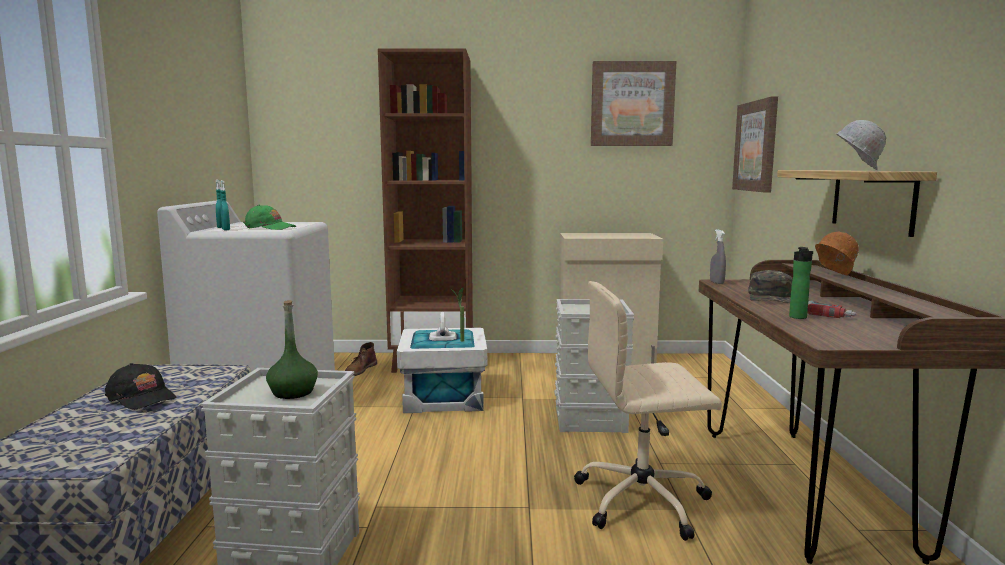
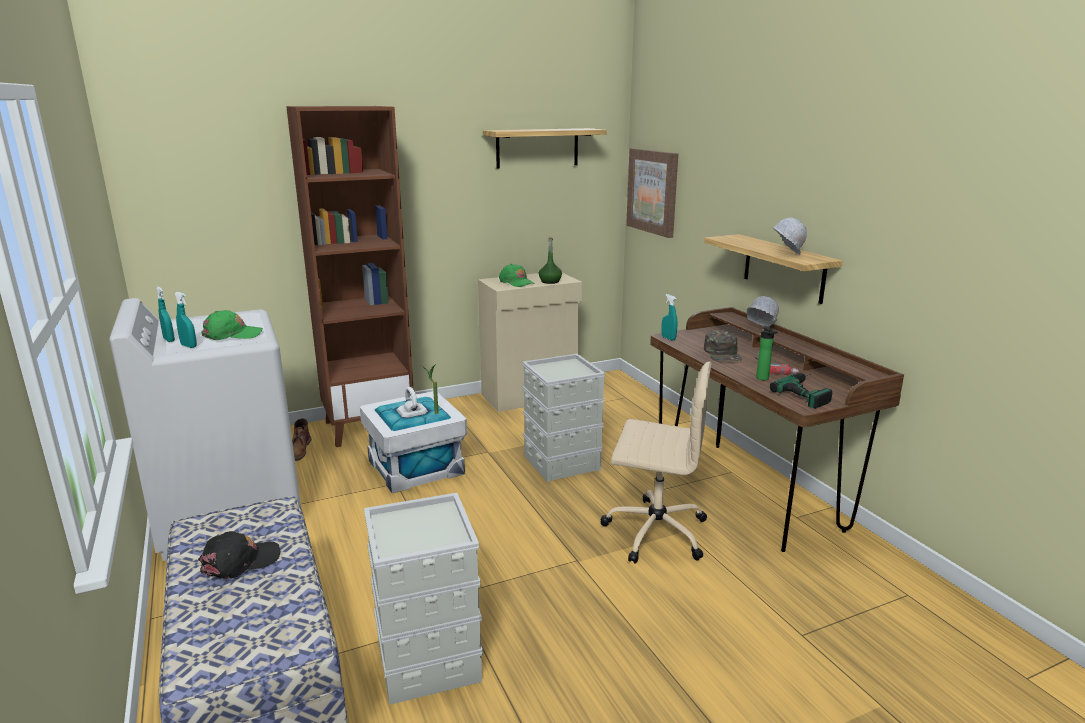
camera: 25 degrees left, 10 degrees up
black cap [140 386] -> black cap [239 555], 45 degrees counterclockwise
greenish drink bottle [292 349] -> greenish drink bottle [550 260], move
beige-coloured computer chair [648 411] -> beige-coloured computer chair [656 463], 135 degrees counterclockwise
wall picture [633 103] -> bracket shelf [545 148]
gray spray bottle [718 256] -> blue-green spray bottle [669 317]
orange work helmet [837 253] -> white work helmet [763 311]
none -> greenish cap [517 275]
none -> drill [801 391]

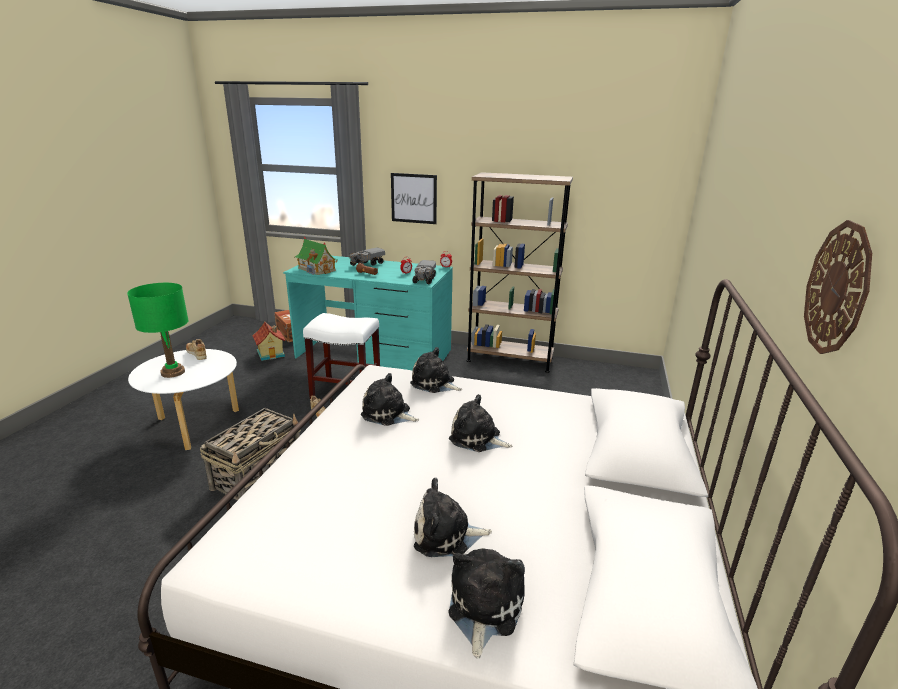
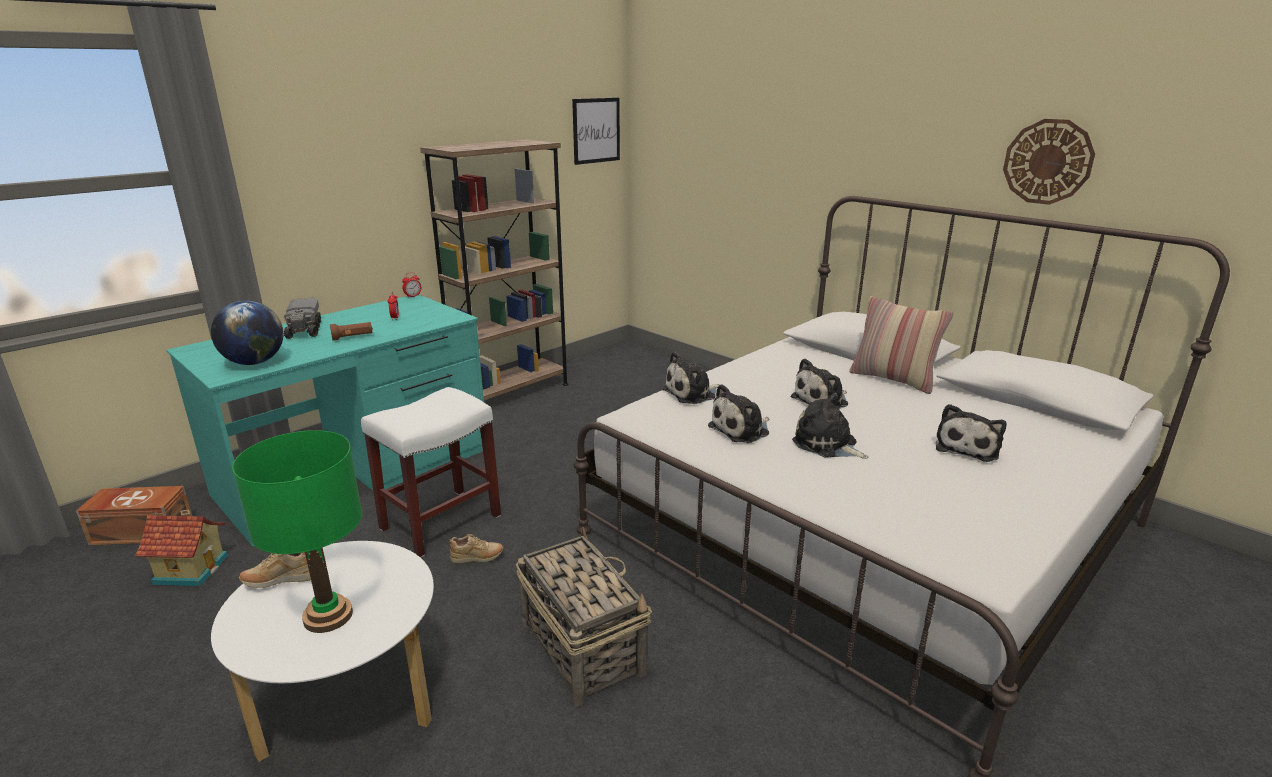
camera: 60 degrees left, 0 degrees up
miniature house [316 255] -> world globe [247 333]
wall picture [414 198] -> wall picture [596 131], move
toy truck [424 272] -> none
plush toy [487 603] -> plush toy [830 425], move
none -> throw pillow [901 345]

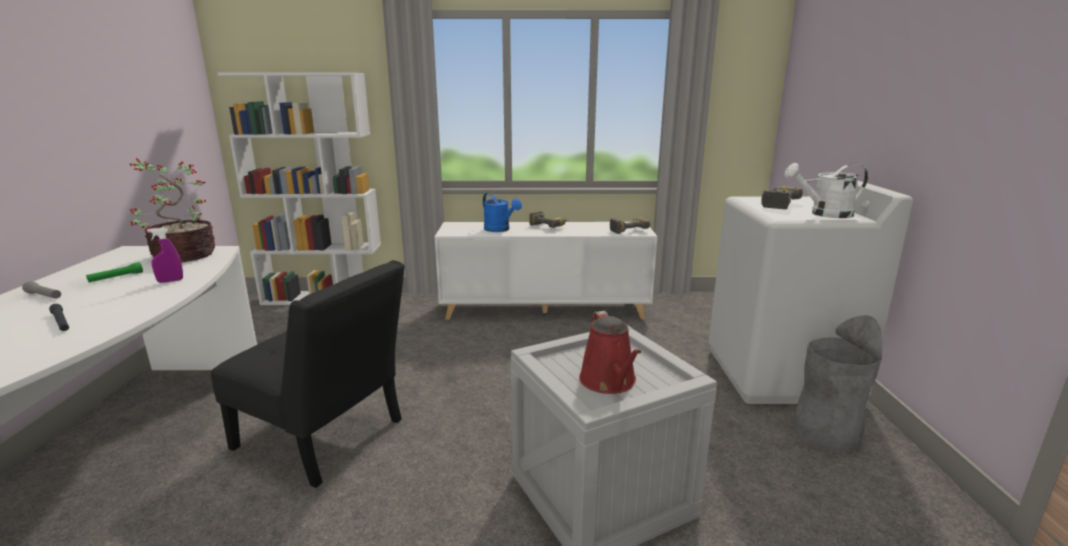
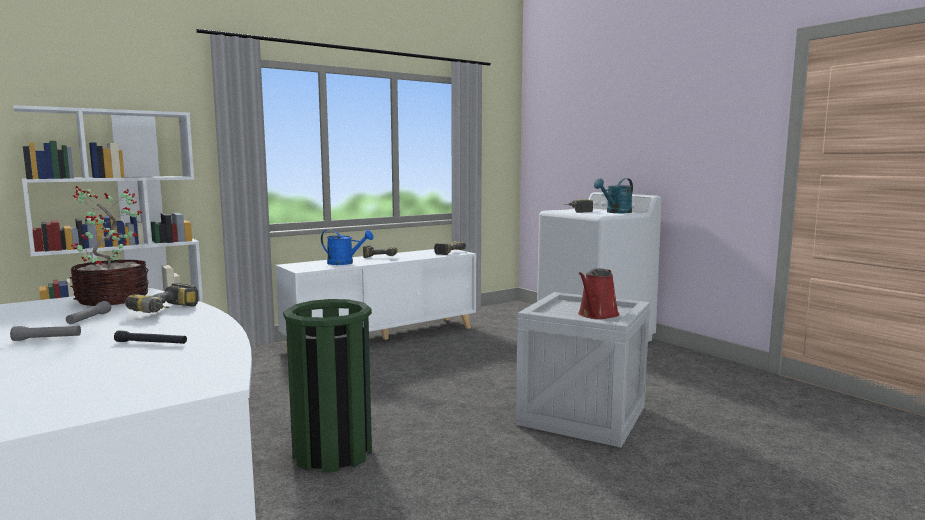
camera: 35 degrees left, 10 degrees down
greenish flashlight [114 272] -> gray flashlight [88 312]
purplish spray bottle [165 255] -> drill [161 298]
black chair [308 374] -> greenish trash can [327 386]
red-coloured watering pot [610 352] -> red-coloured watering pot [598 293], 75 degrees clockwise
white watering pot [826 190] -> blue-green watering pot [613 195]
gray trash can [837 384] -> none

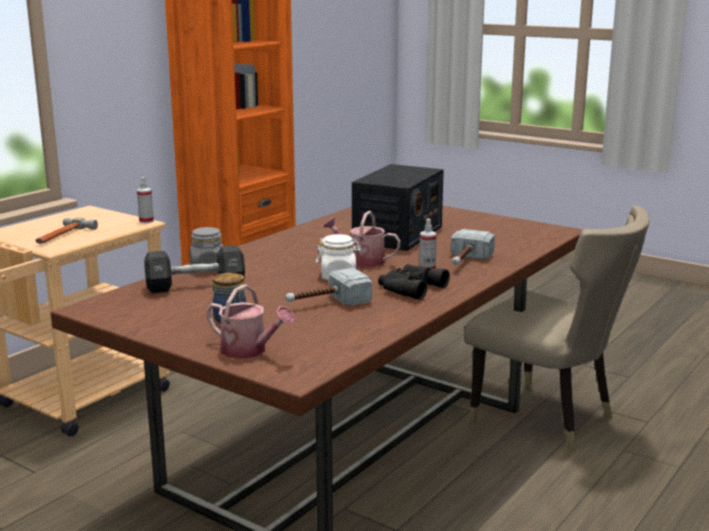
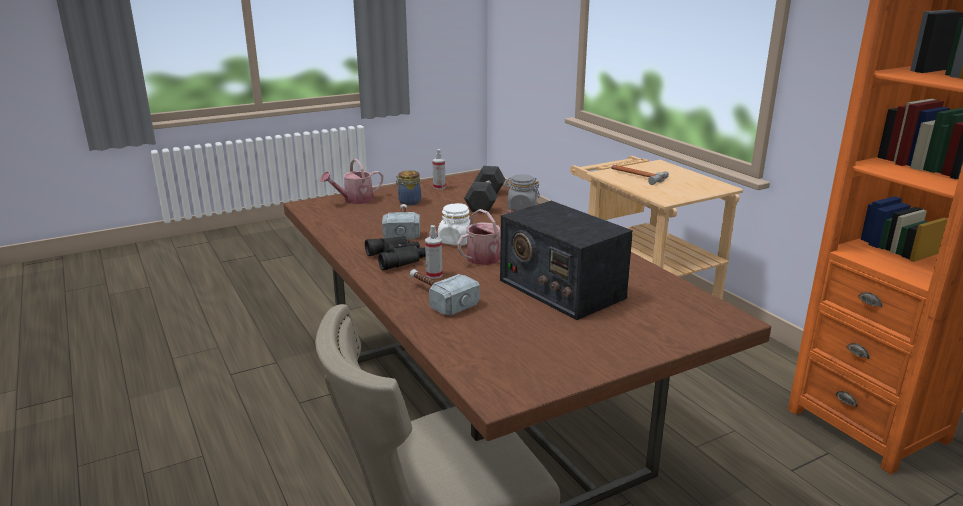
camera: 115 degrees right, 5 degrees up
spray bottle [145 200] -> spray bottle [439 169], move

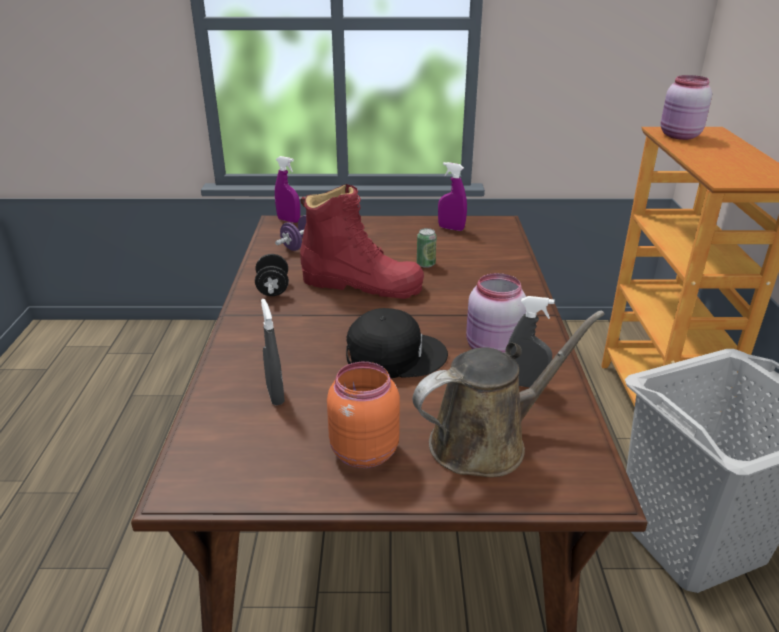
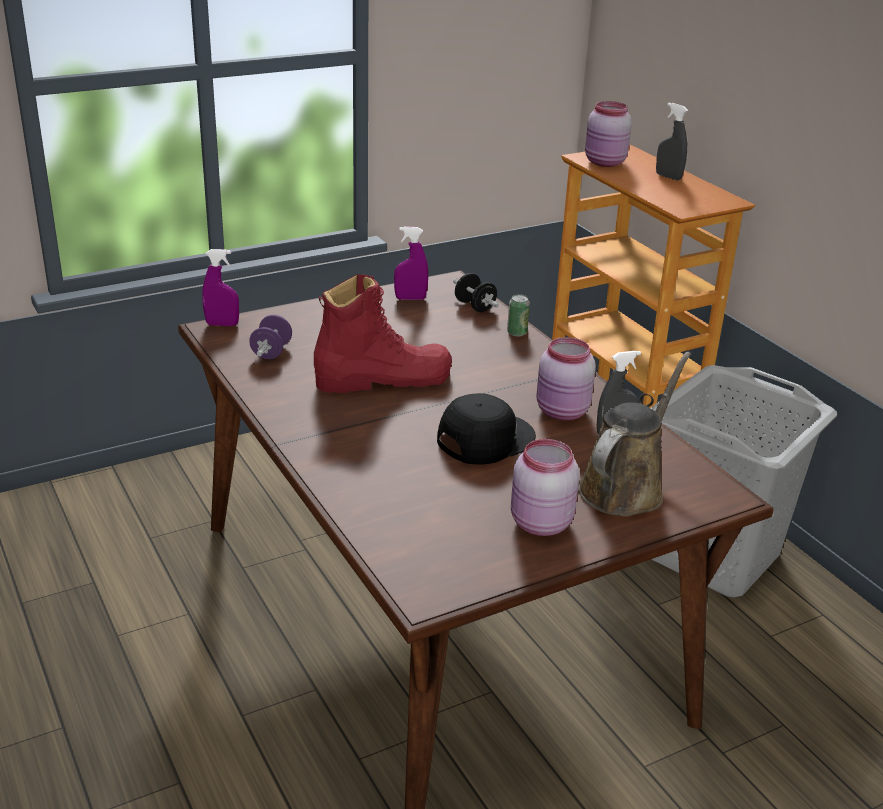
camera: 30 degrees left, 0 degrees up
black hand weight [272 275] -> black hand weight [476 292], move
gray spray bottle [273 352] -> gray spray bottle [672 141], move
orange storage jar [363 415] -> pinkish storage jar [545 487]
sealed can [427 248] -> sealed can [518 315], move

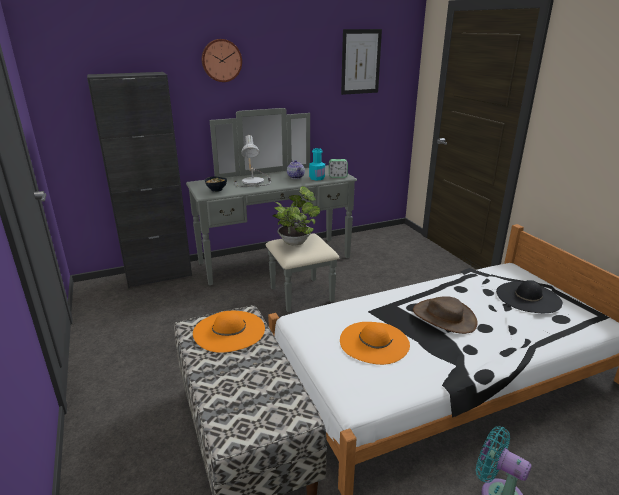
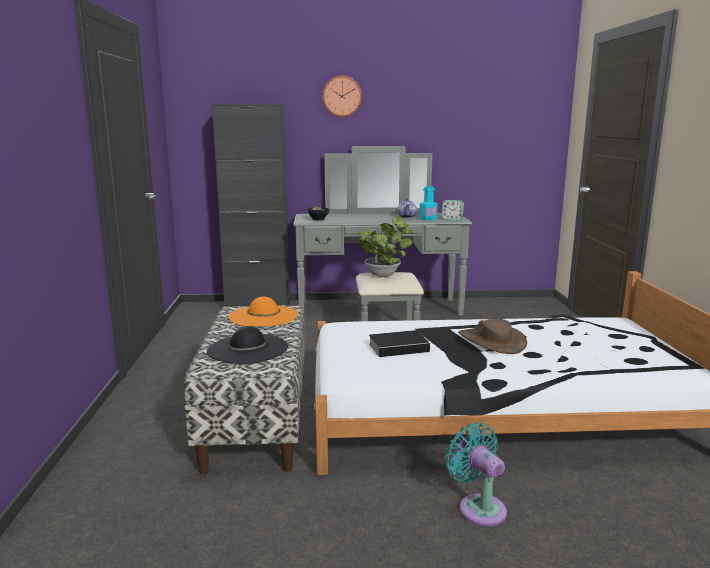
camera: 20 degrees right, 10 degrees down
tabletop lamp [252 161] -> none
orange wearable hat [375 343] -> volume [403 343]
wall picture [361 62] -> none
black wearable hat [529 296] -> black wearable hat [247 345], move

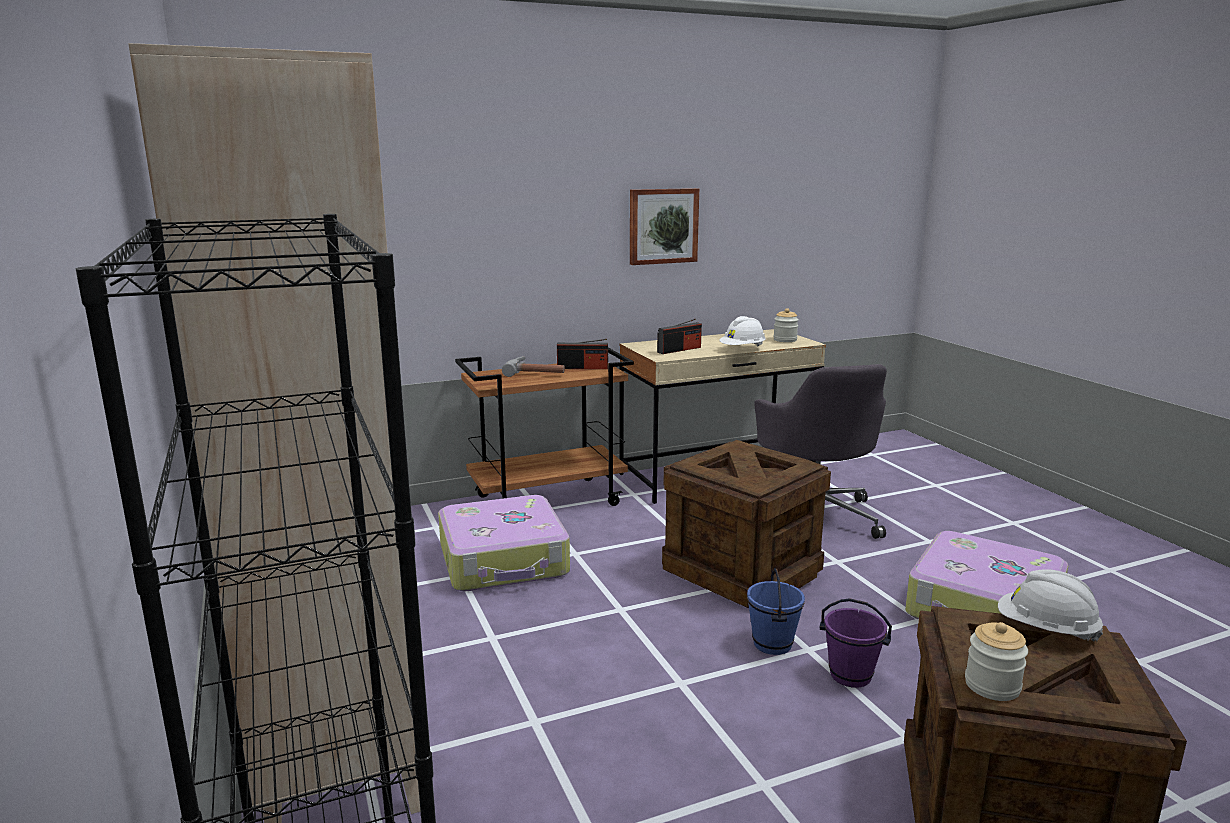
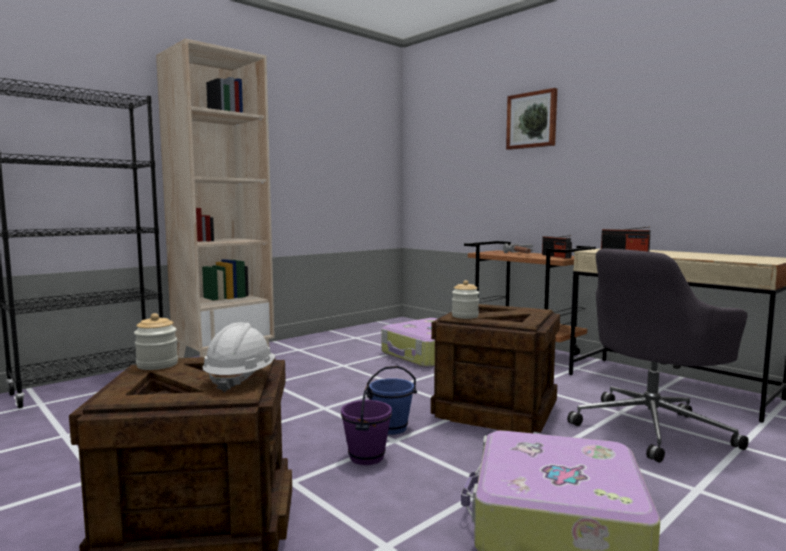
camera: 70 degrees right, 10 degrees down
wall picture [664 226] -> wall picture [531 119], move
white work helmet [742 331] -> none
storage jar [786 325] -> storage jar [465 299], move

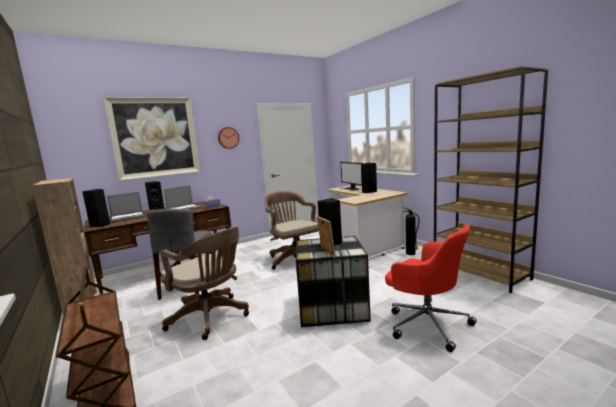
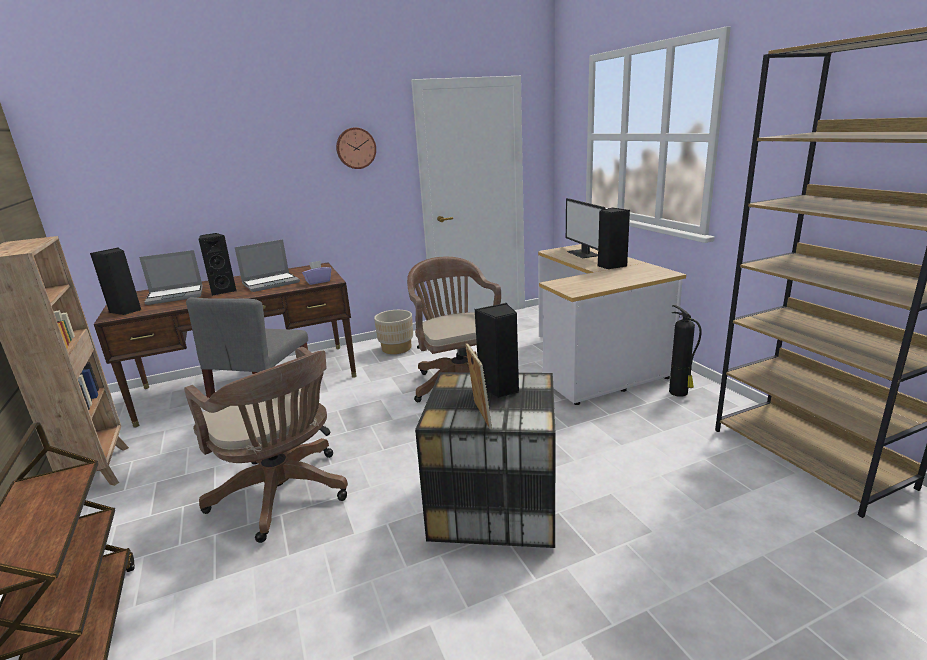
camera: 10 degrees right, 10 degrees up
wall picture [151 139] -> none
red-coloured computer chair [431 288] -> none
none -> beige-coloured plant pot [393 332]

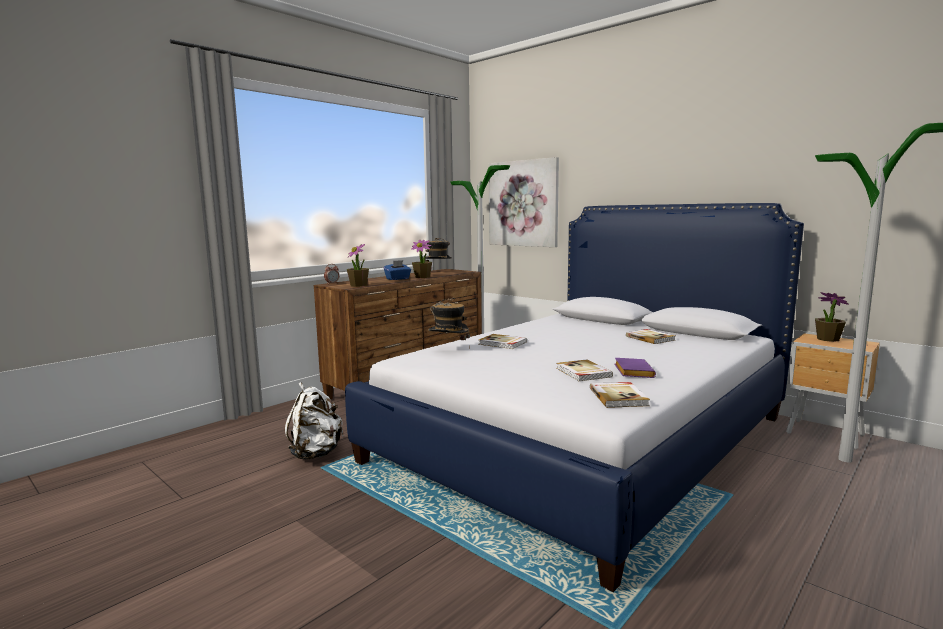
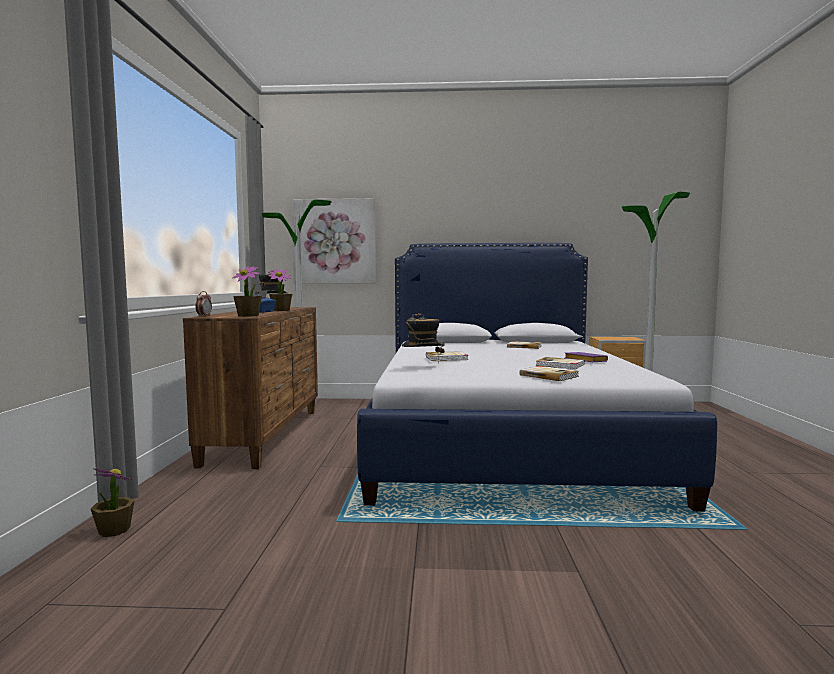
camera: 40 degrees left, 5 degrees down
white knapsack [314 420] -> none
volume [620 395] -> volume [549 373], move
plant in a pot [832 317] -> plant in a pot [113 502], move

